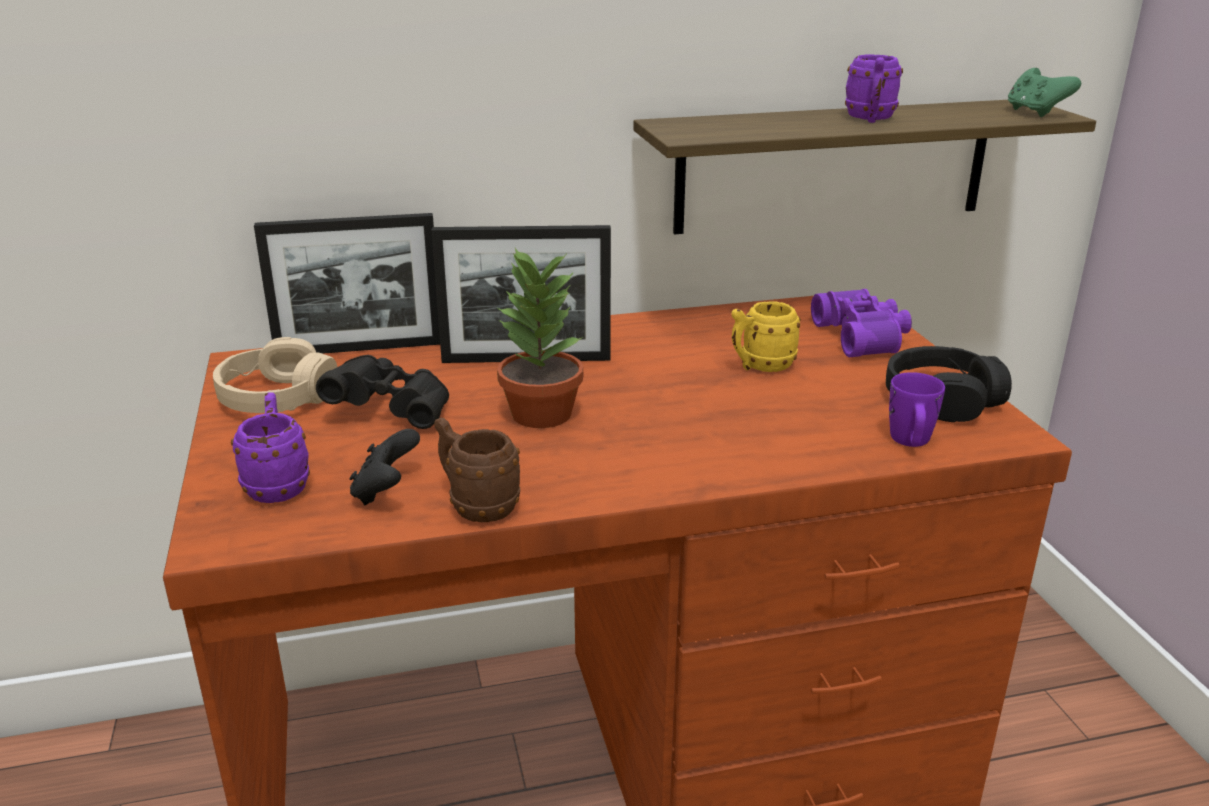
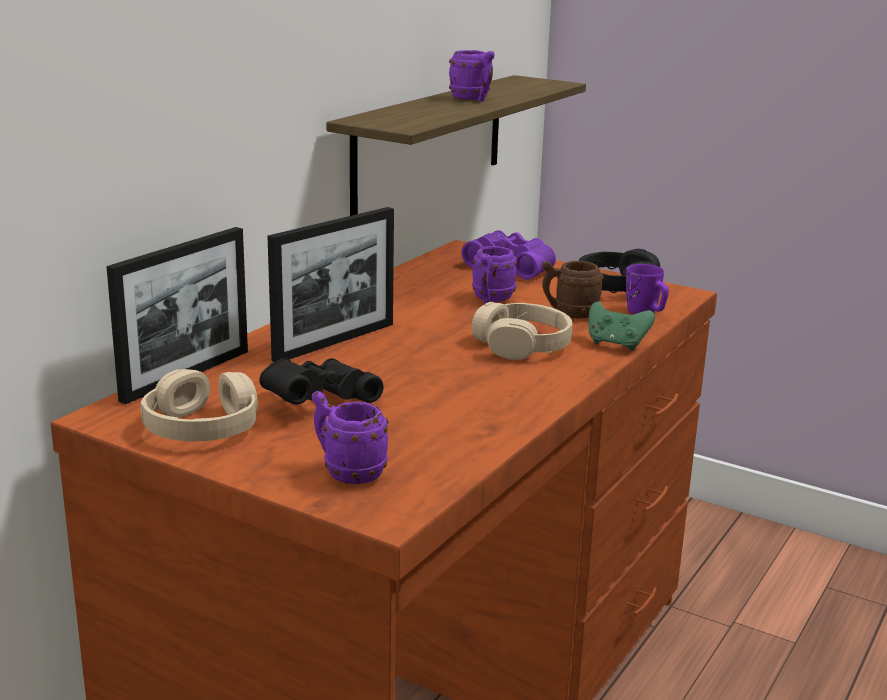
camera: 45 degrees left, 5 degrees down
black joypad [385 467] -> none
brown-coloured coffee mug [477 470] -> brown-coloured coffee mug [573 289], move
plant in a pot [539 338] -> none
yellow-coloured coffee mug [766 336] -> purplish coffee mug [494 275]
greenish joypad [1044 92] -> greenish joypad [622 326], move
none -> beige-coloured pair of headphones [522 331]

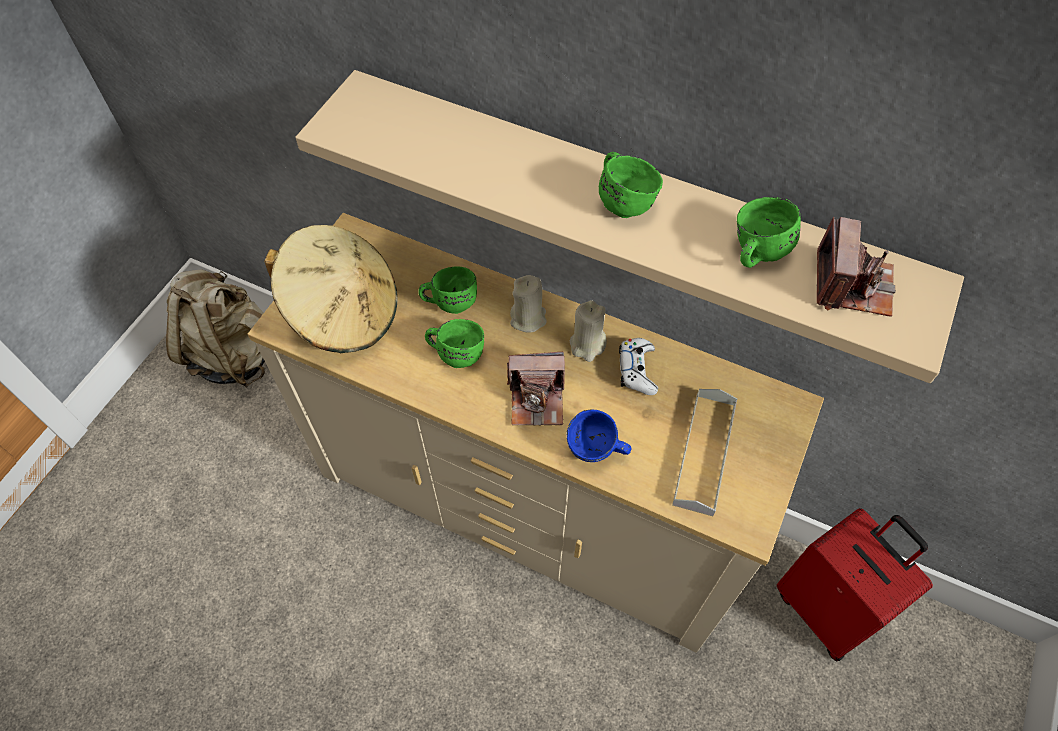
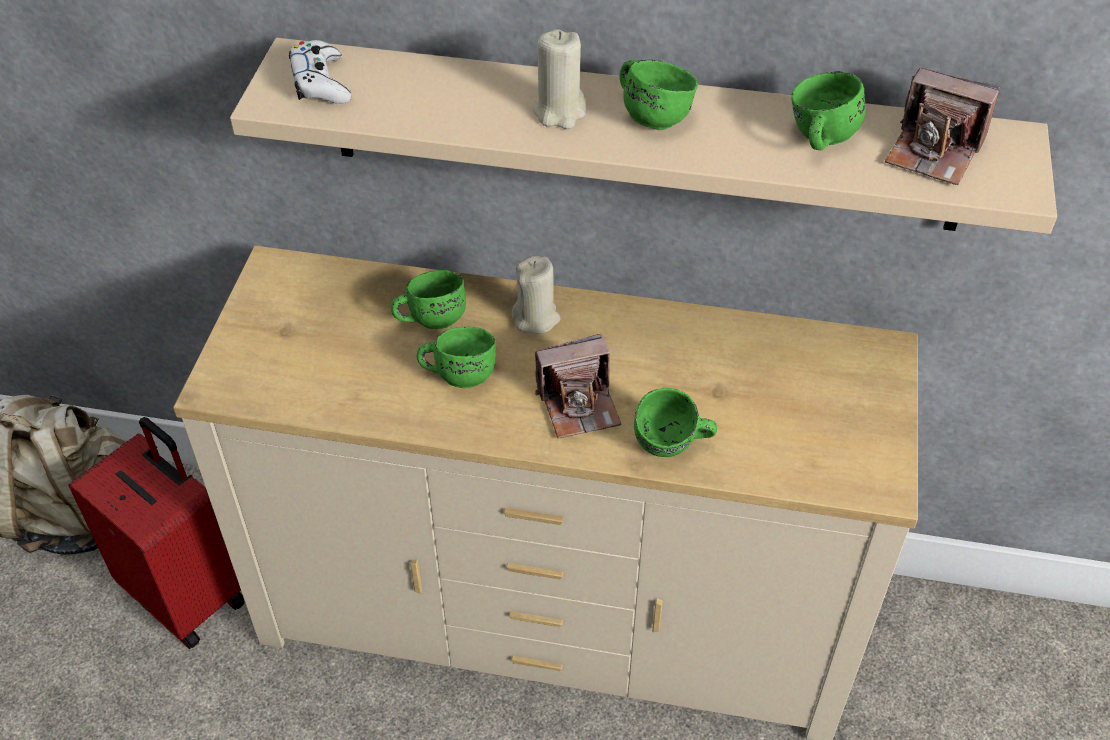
camera: 15 degrees left, 10 degrees down
beige-coloured wearable hat [331 289] -> none
bluish coffee mug [599 435] -> greenish coffee mug [675 422]
beige-coloured wax candle [588 331] -> beige-coloured wax candle [560 79], move
white joypad [638 366] -> white joypad [320 72], move
gray serving tray [705 452] -> none
red-coloured piece of luggage [855 584] -> red-coloured piece of luggage [156 533], move
photo camera [856 267] -> photo camera [942 126], 120 degrees clockwise

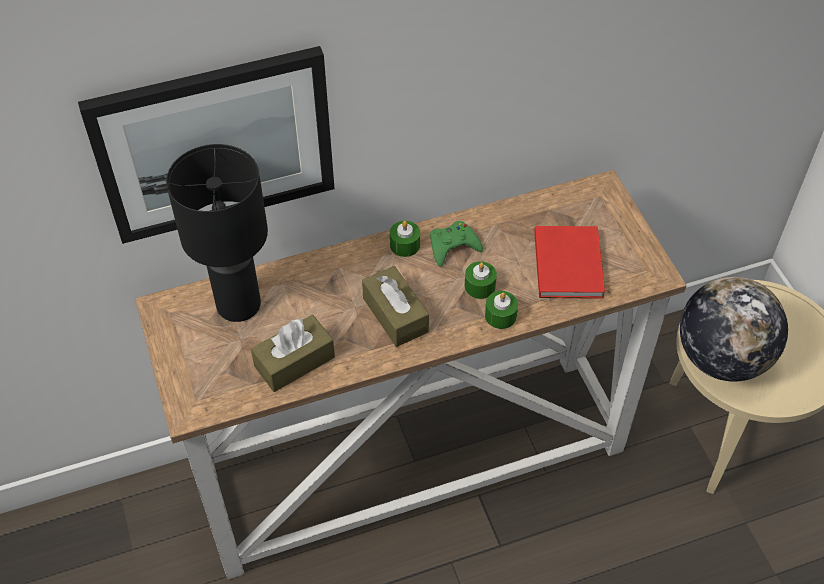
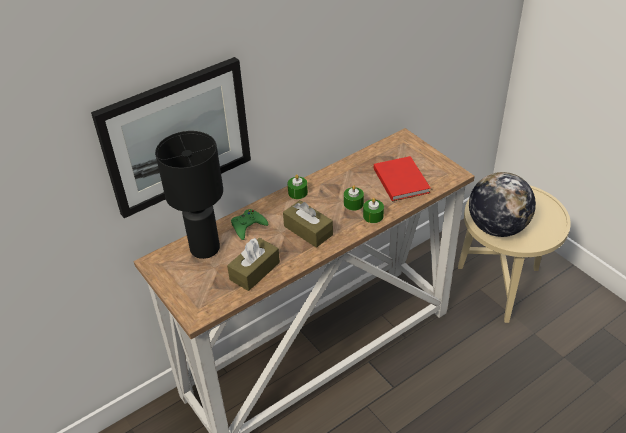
camera: 15 degrees left, 10 degrees down
greenish joypad [456 244] -> greenish joypad [249 224], move

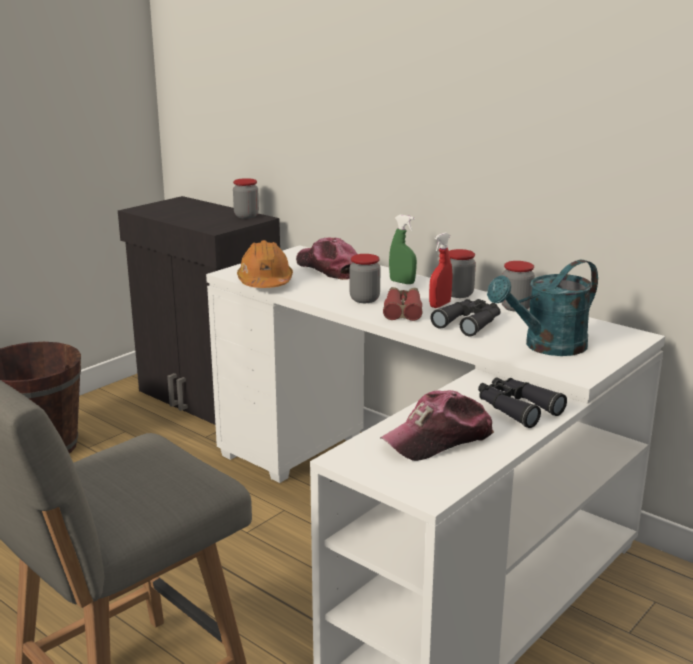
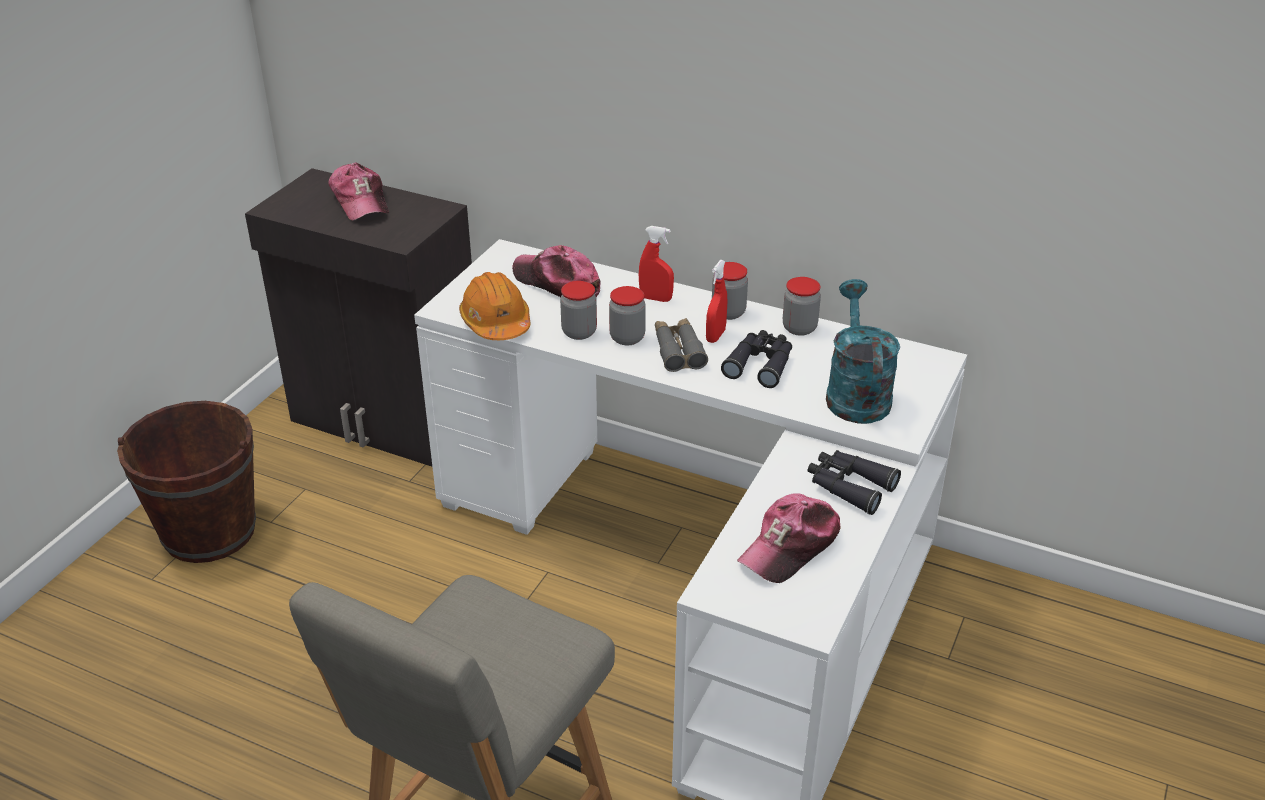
camera: 15 degrees left, 15 degrees up
storage jar [246 198] -> storage jar [578 310], move
red-coloured pair of binoculars [403 304] -> gray pair of binoculars [681 345]
greenish spray bottle [403 249] -> red-coloured spray bottle [656 264]
blue-green watering pot [542 308] -> blue-green watering pot [863 351], 135 degrees clockwise
none -> cap [358 192]

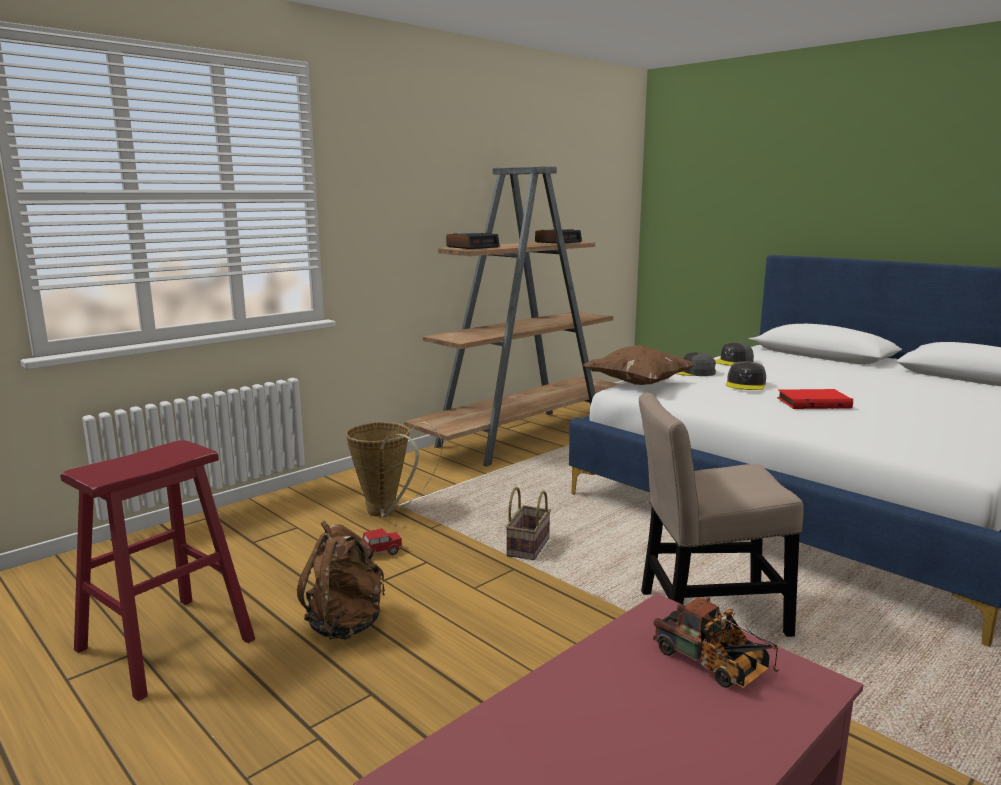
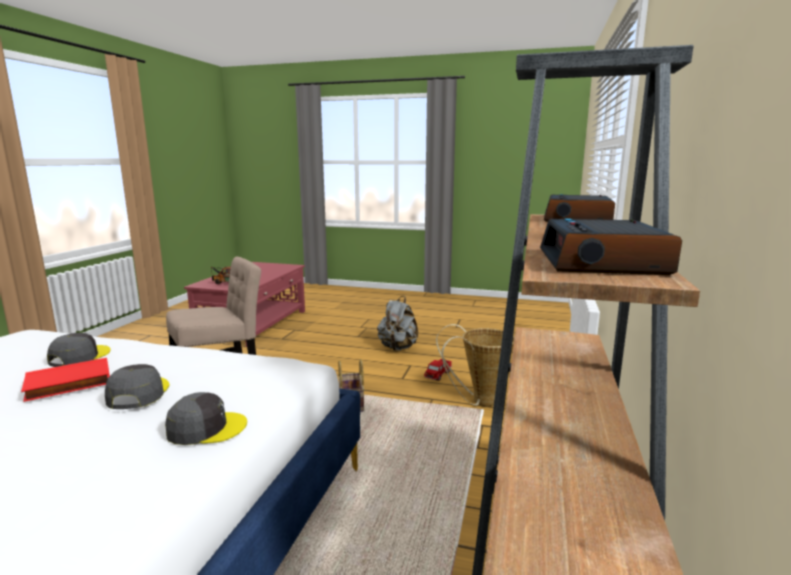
camera: 150 degrees right, 0 degrees up
red-coloured sitting stool [157 570] -> none
brown-coloured knapsack [341 580] -> gray knapsack [397 323]
brown-coloured throw pillow [640 365] -> none
gray cap [734 354] -> gray cap [79 350], move

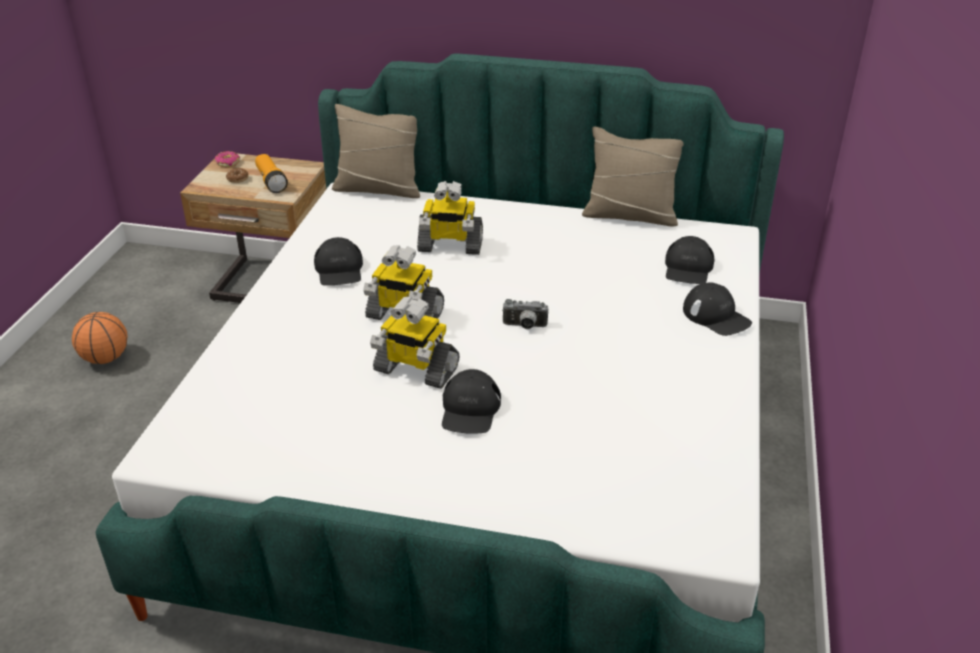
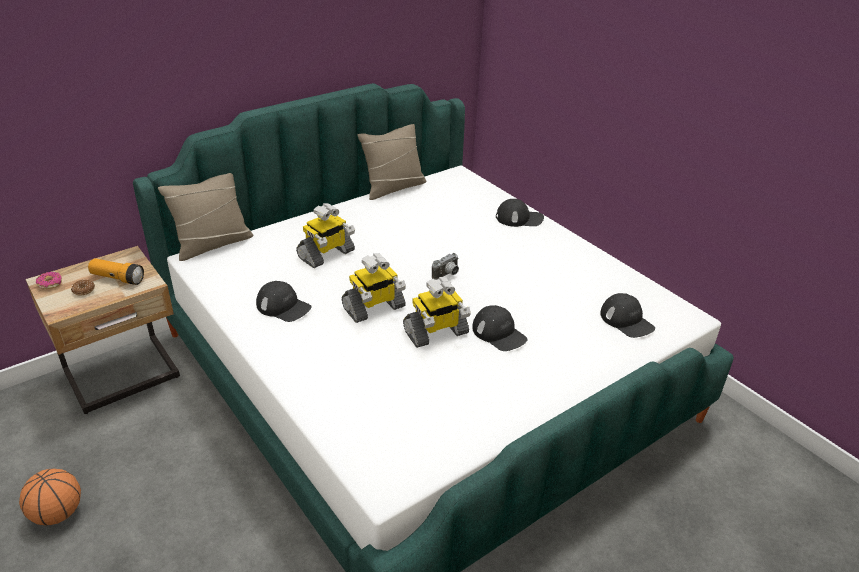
camera: 50 degrees left, 0 degrees up
black cap [689 260] -> black cap [627 315], move

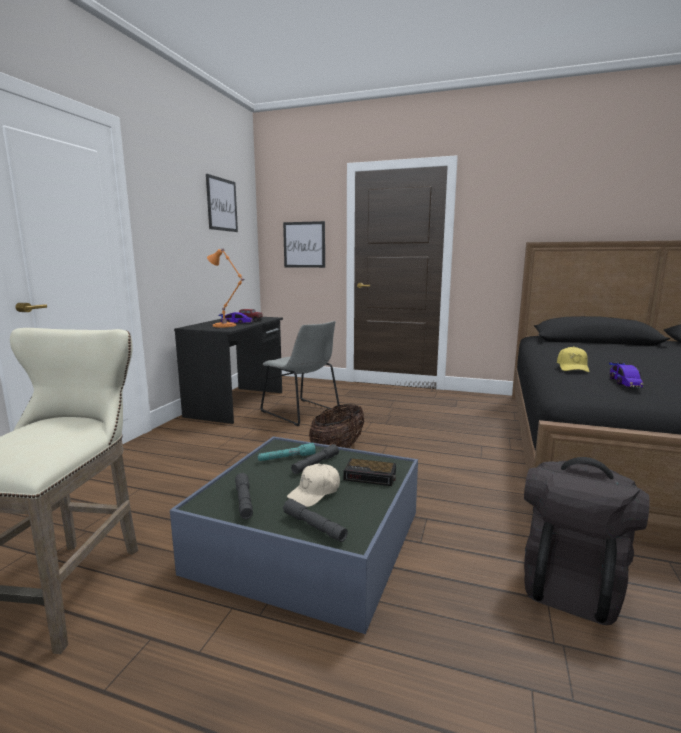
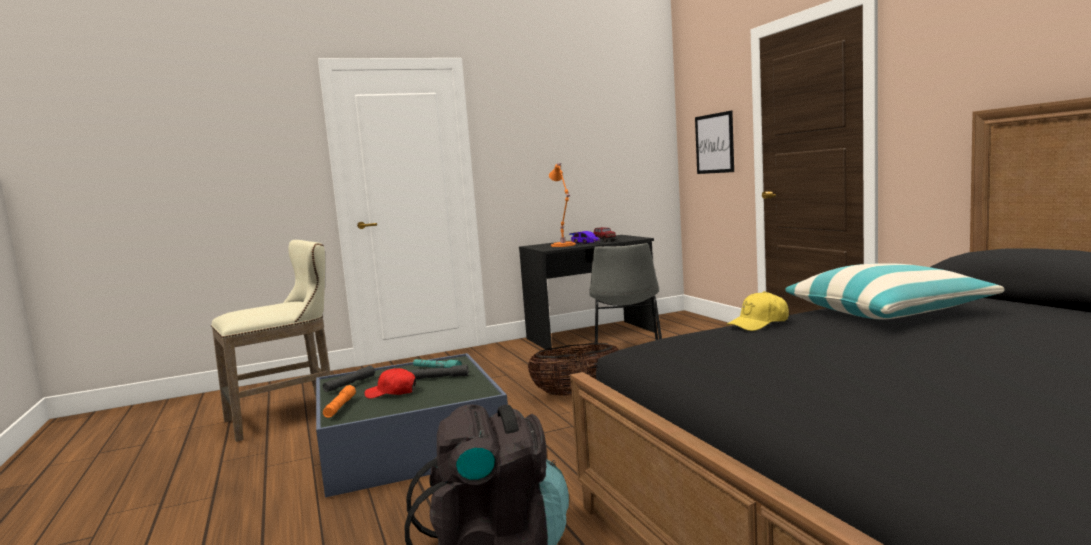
camera: 50 degrees right, 5 degrees down
wall picture [222 203] -> none
gray flashlight [315 520] -> orange flashlight [339 401]
beige-coloured cap [313 485] -> red-coloured cap [390 383]
table clock [370 472] -> none
model car [626 375] -> none
none -> throw pillow [895 292]

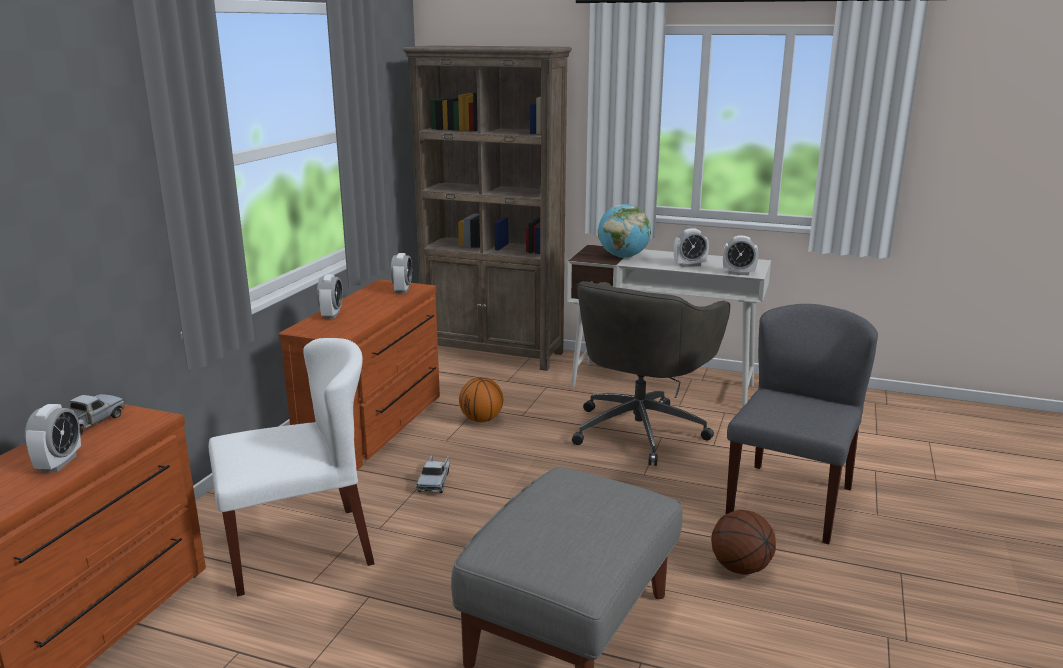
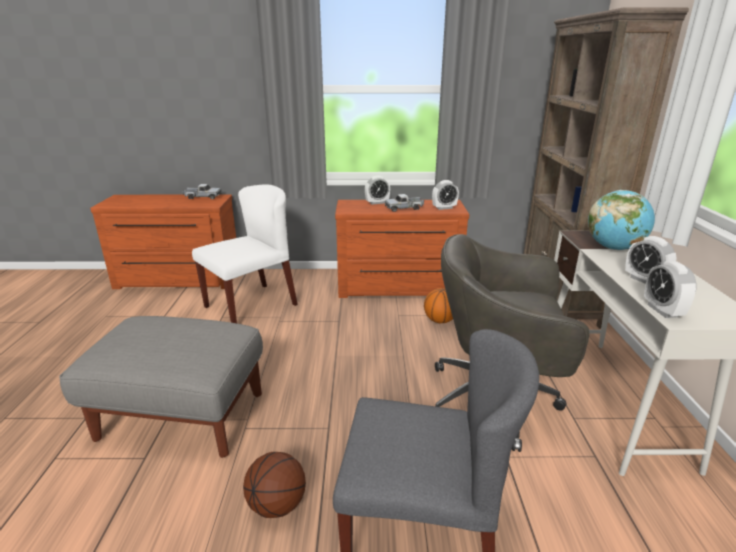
camera: 70 degrees right, 5 degrees up
table clock [53 438] -> none
white chair [292 467] -> white chair [245 253], 90 degrees counterclockwise
toy truck [433 474] -> toy truck [404 203], move

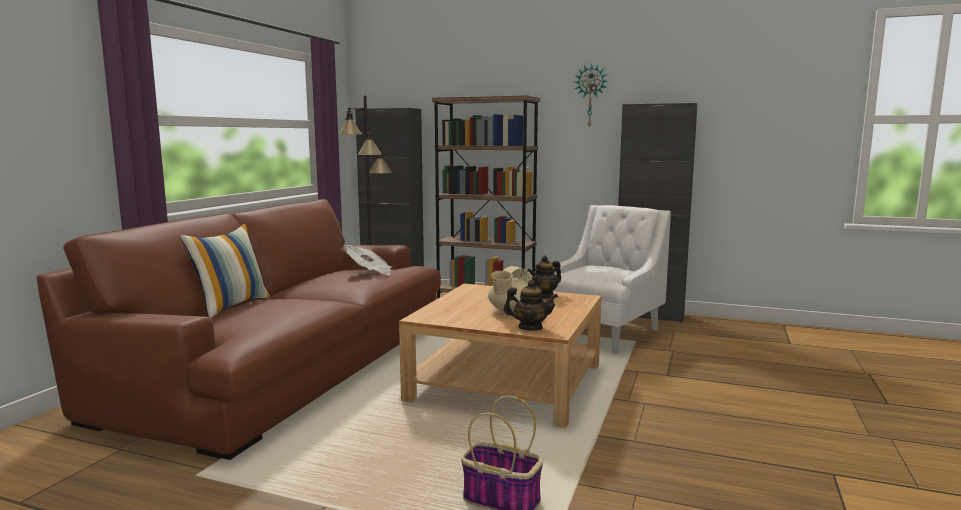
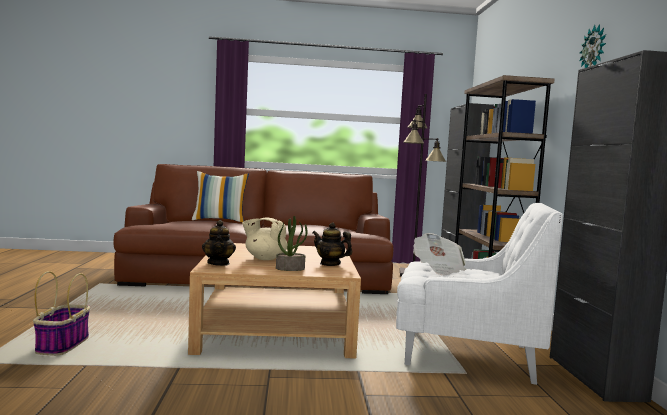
camera: 65 degrees right, 5 degrees down
newspaper [369 260] -> newspaper [439 254], move
none -> plant in a pot [292 243]

